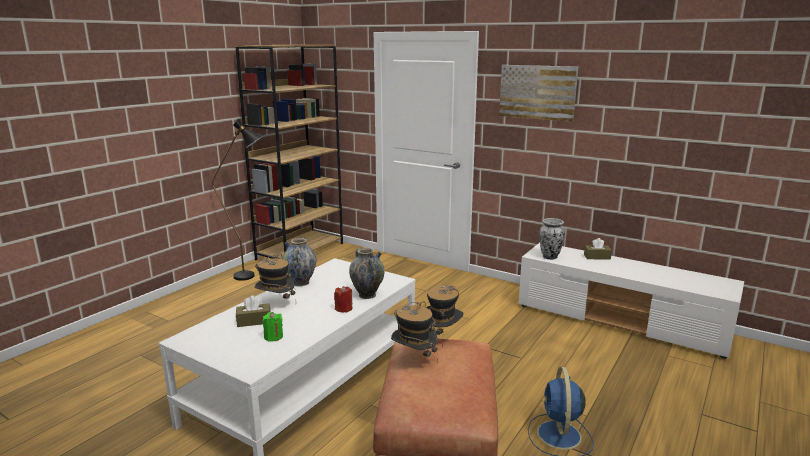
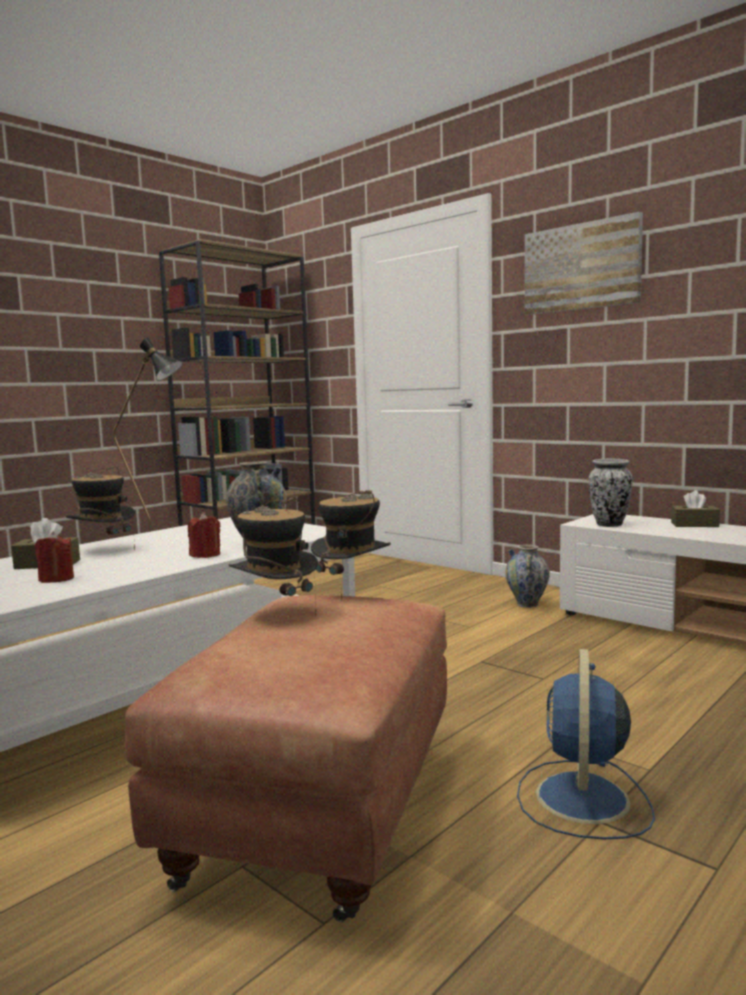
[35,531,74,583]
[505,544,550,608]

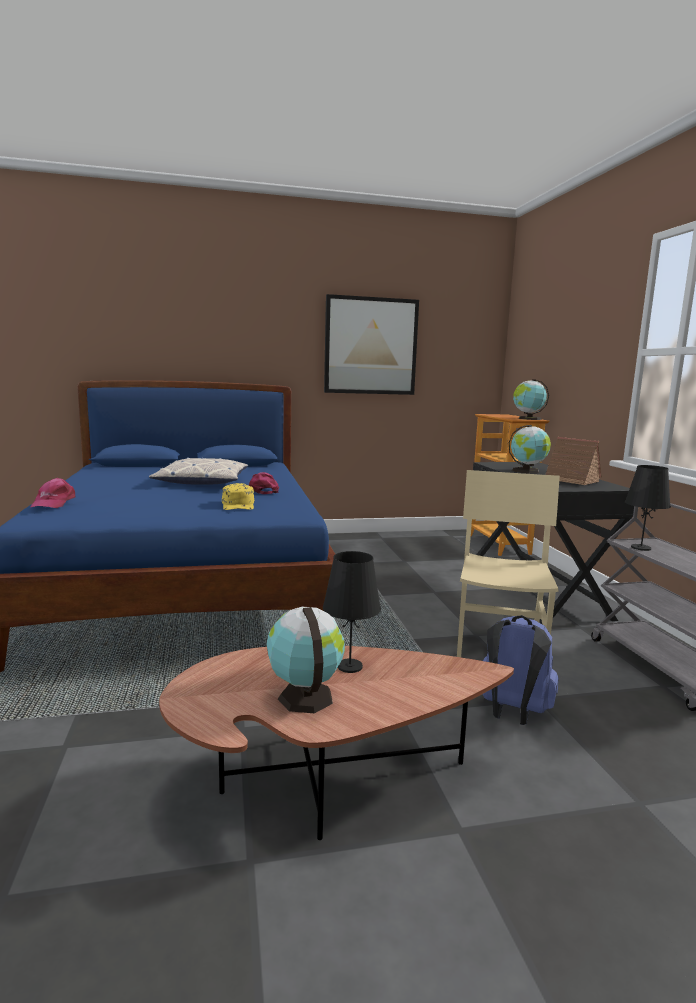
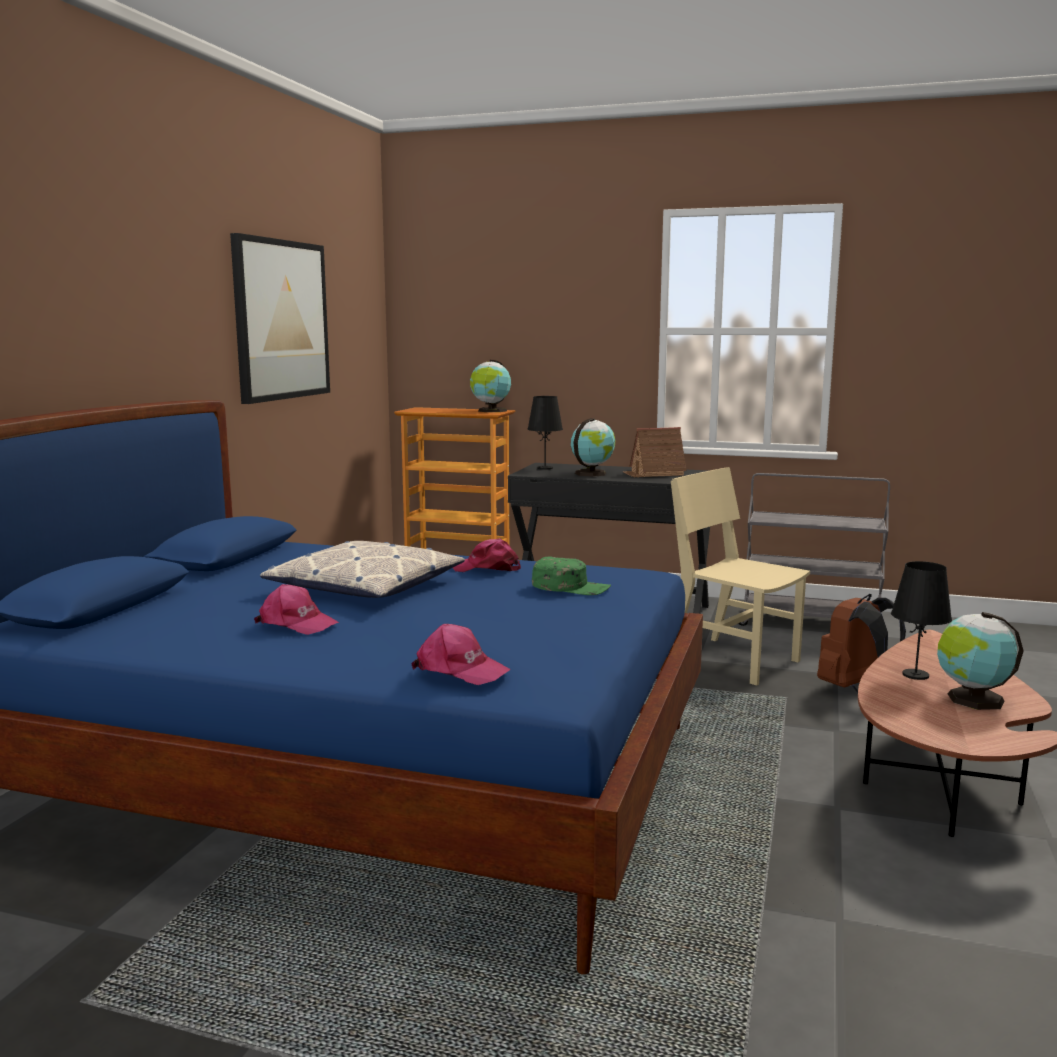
[532,557,611,595]
[817,594,906,693]
[527,396,563,470]
[254,584,339,635]

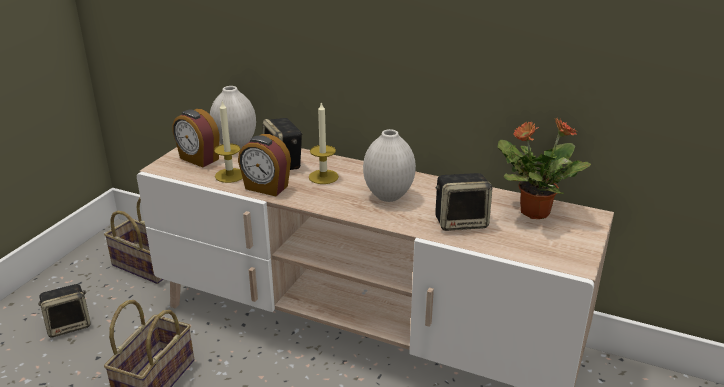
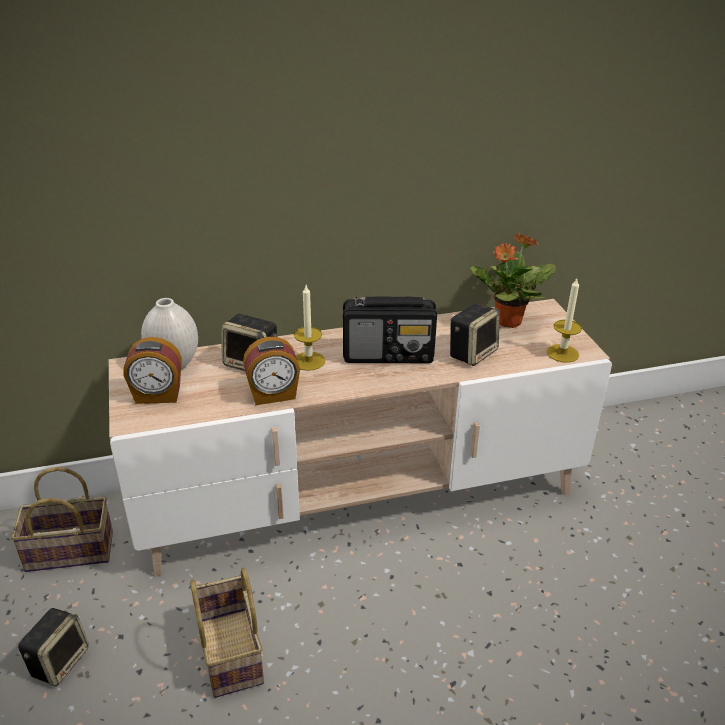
[547,279,582,363]
[343,296,437,363]

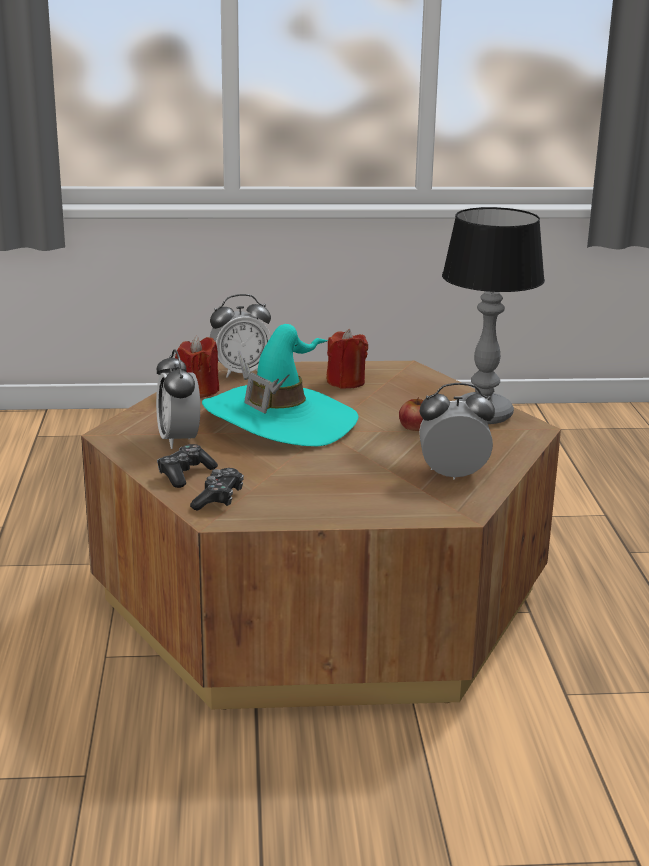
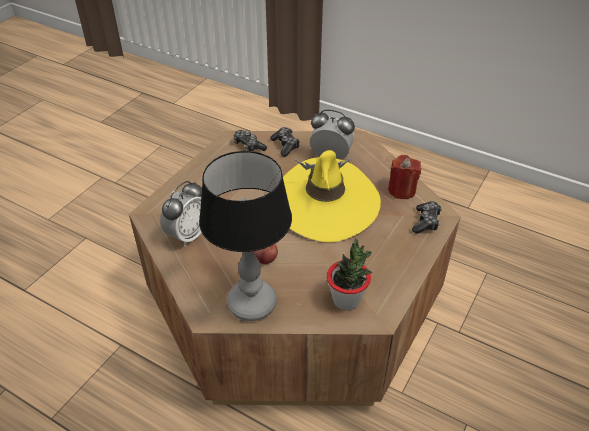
[283,150,381,242]
[412,201,442,234]
[327,329,368,389] (first image)
[327,238,372,311]

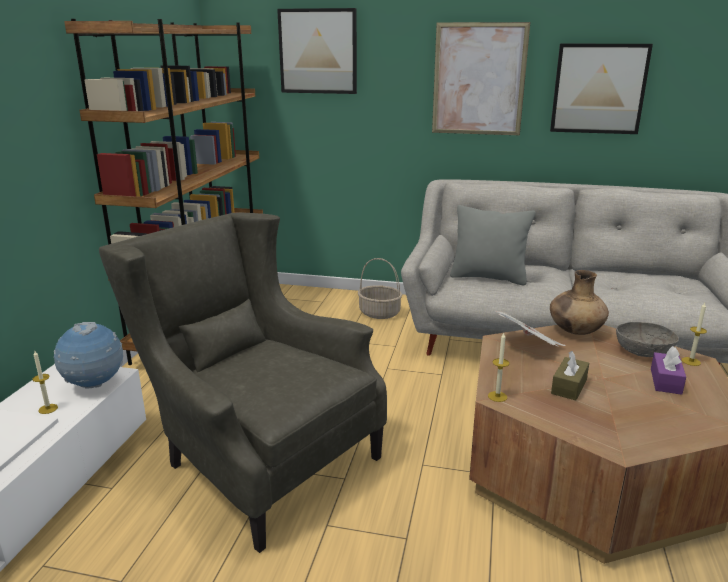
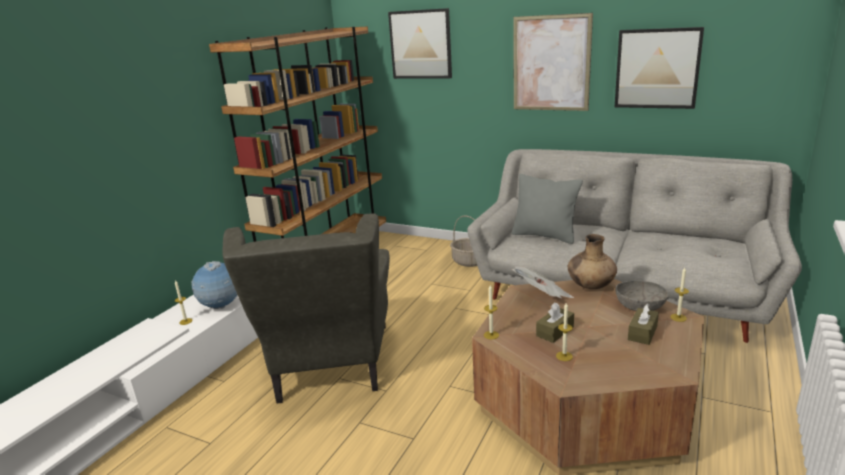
[223,213,390,404]
[628,303,659,345]
[556,303,573,361]

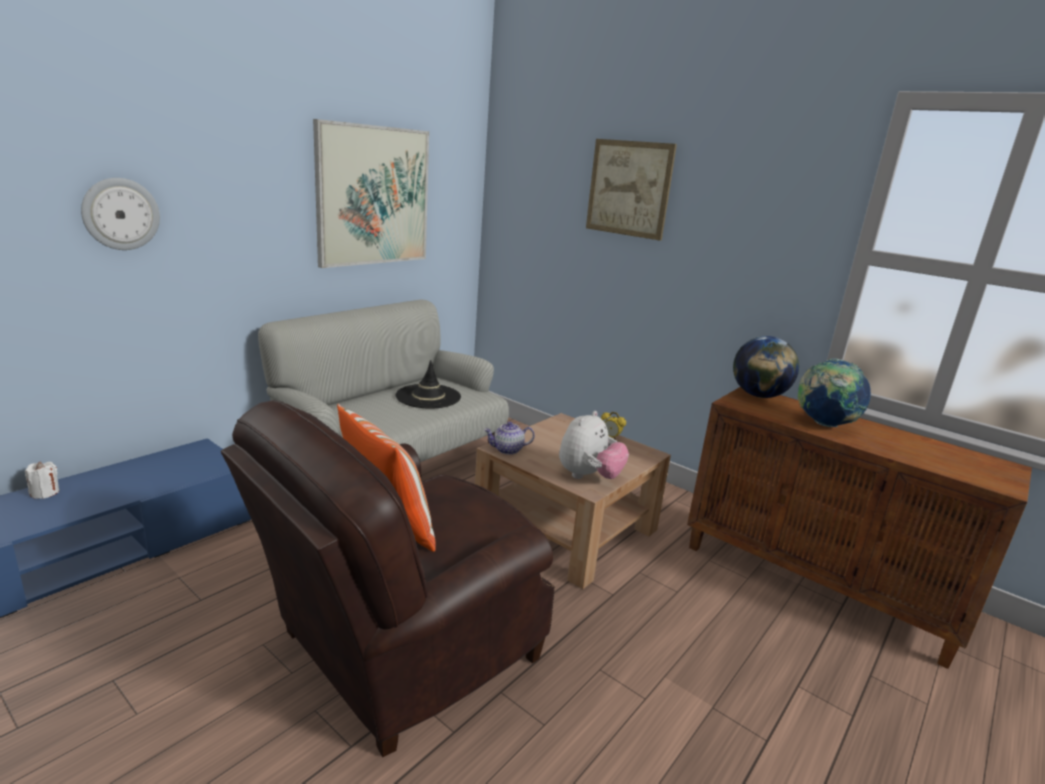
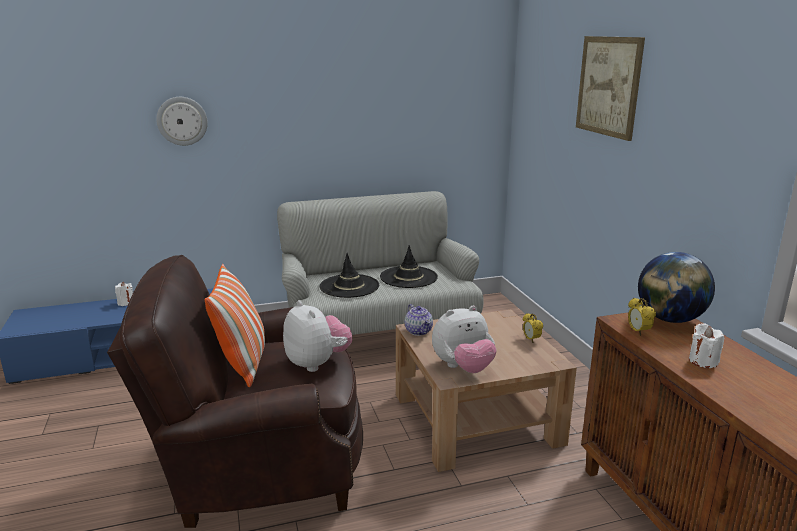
[313,119,429,268] (first image)
[405,304,433,336]
[689,323,724,368]
[283,300,352,372]
[319,253,379,298]
[628,298,656,336]

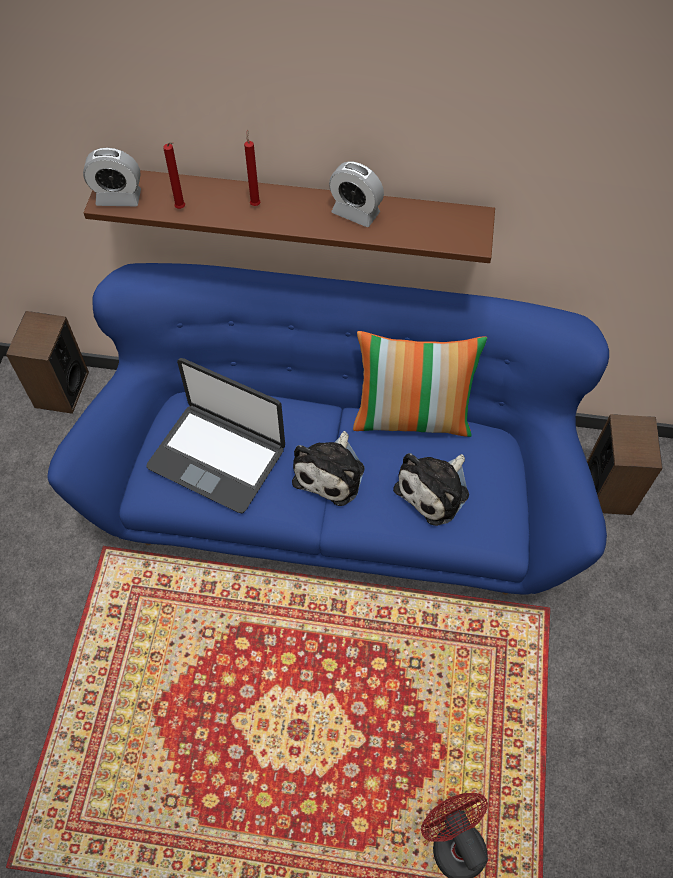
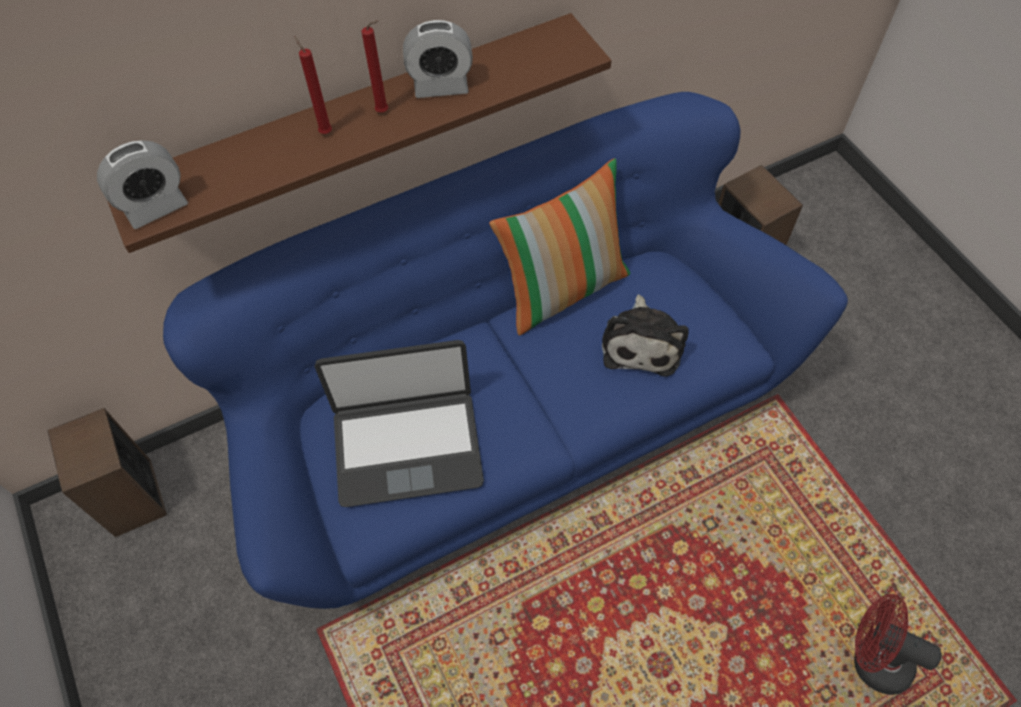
[362,20,388,113]
[292,431,365,506] (first image)

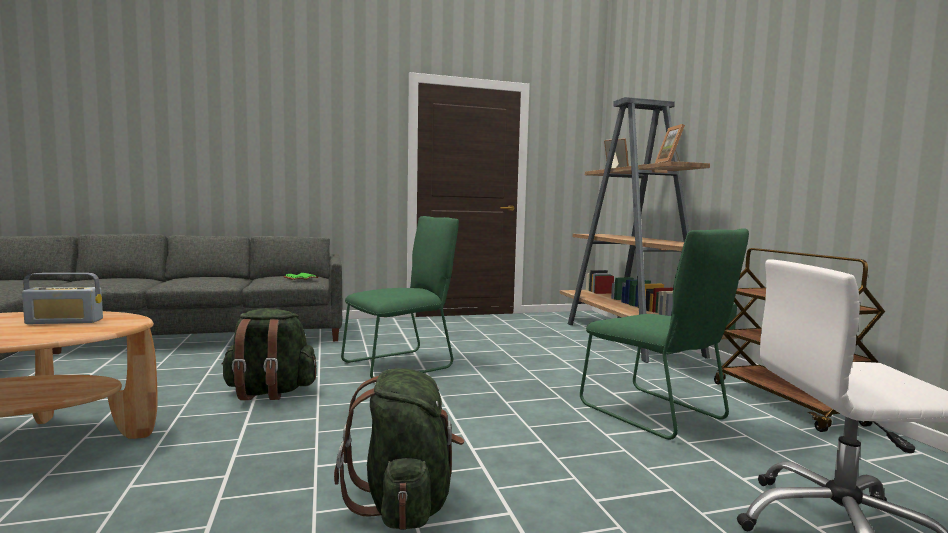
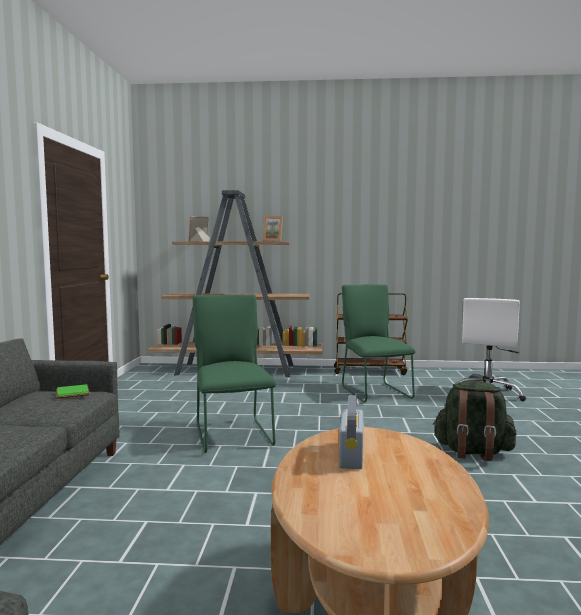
[222,309,317,400] (first image)
[342,284,415,403]

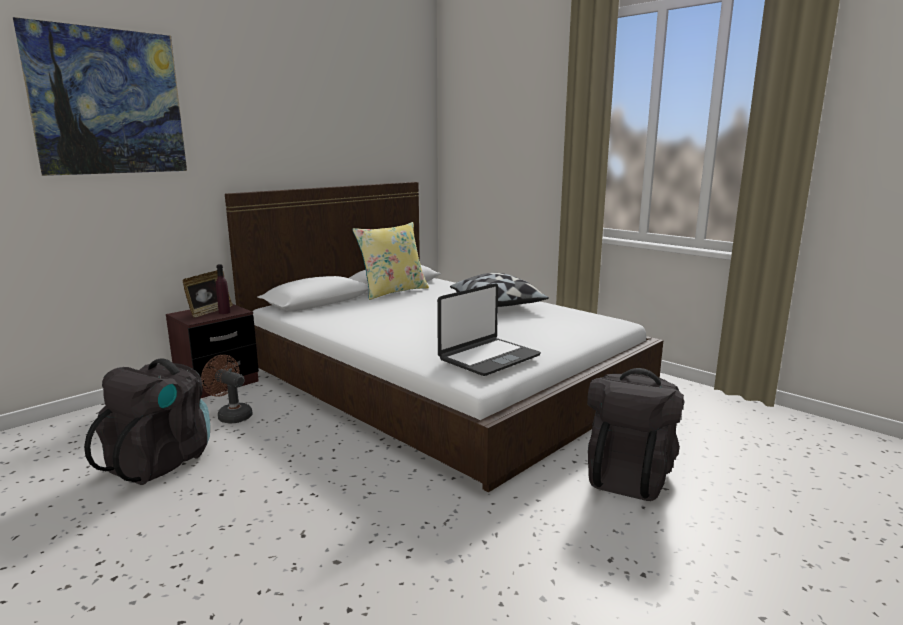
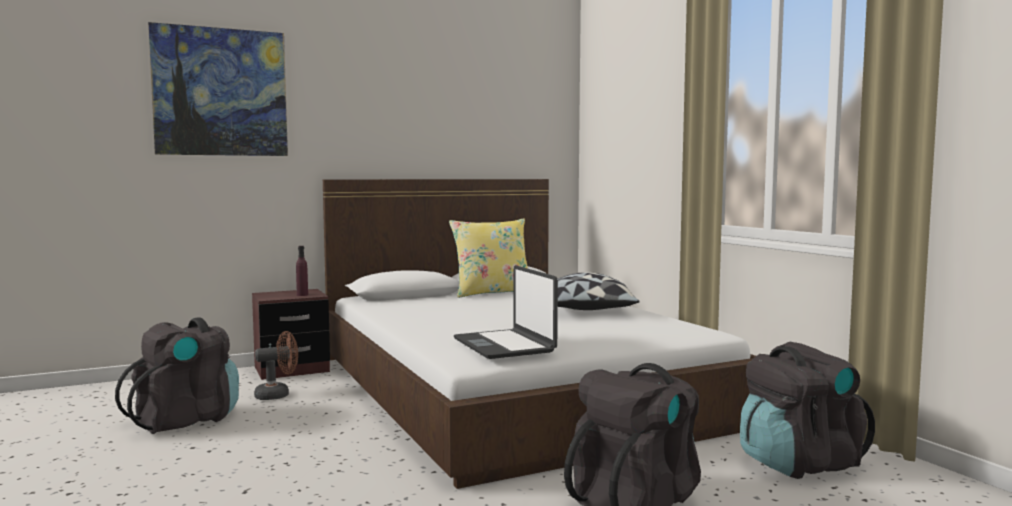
[182,270,233,317] (first image)
[254,331,298,400]
[454,265,558,359]
[740,342,875,479]

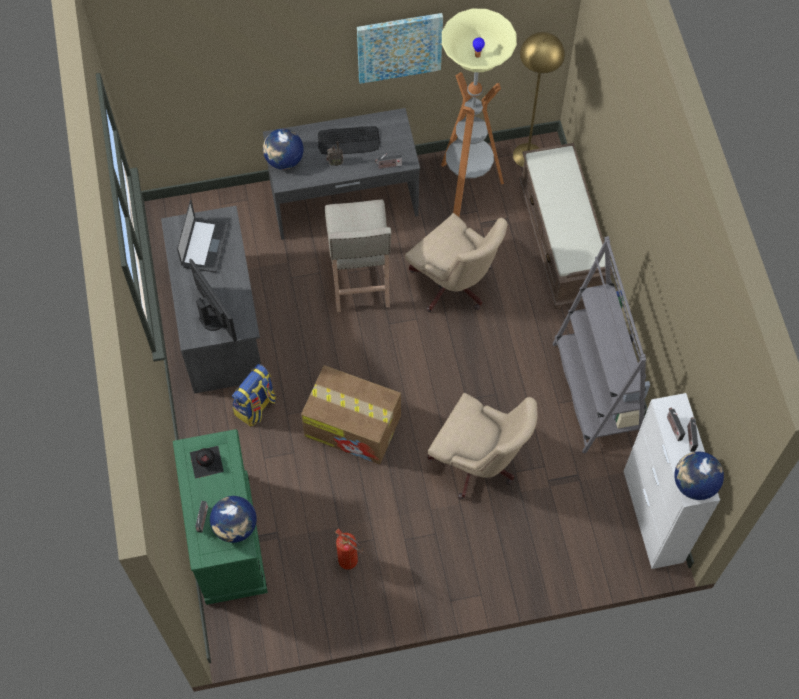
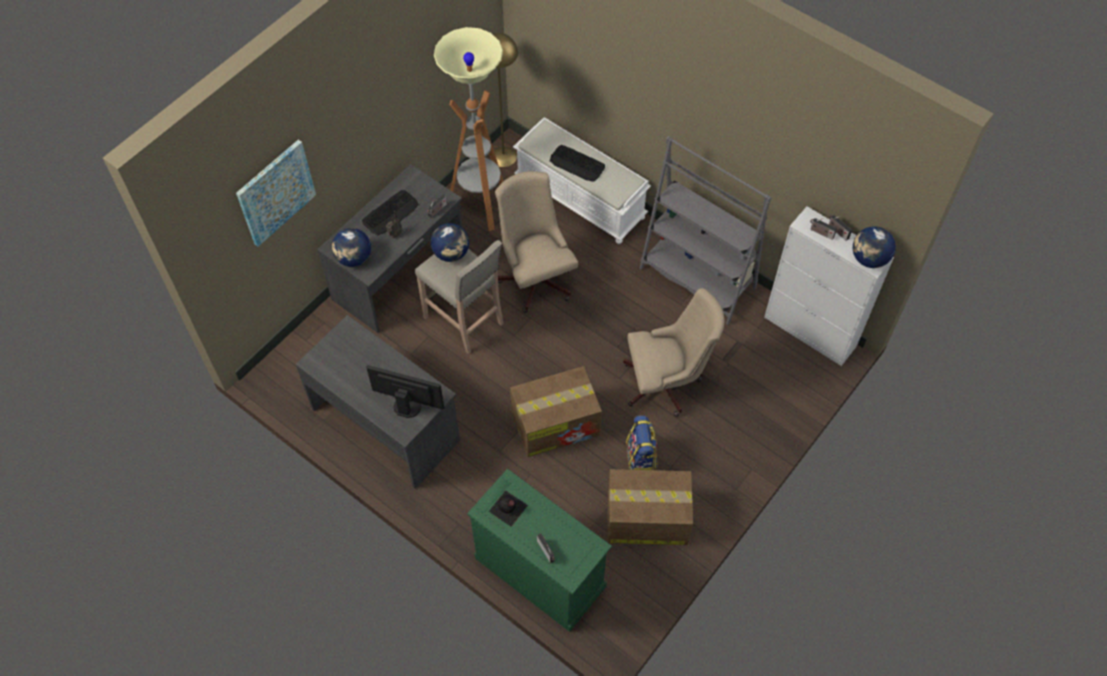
[177,200,229,272] (first image)
[431,223,469,262]
[626,415,657,470]
[607,469,693,545]
[236,140,316,246]
[495,171,578,313]
[513,117,651,244]
[550,145,605,182]

